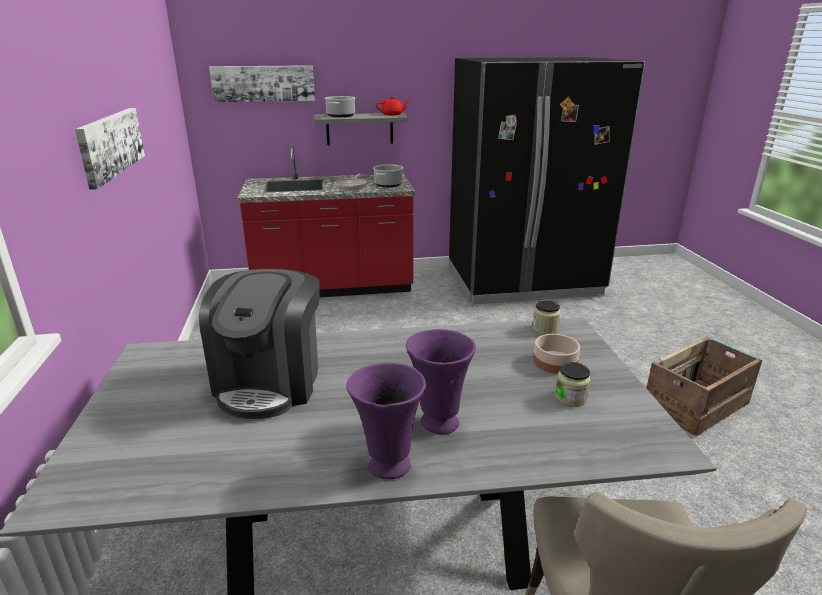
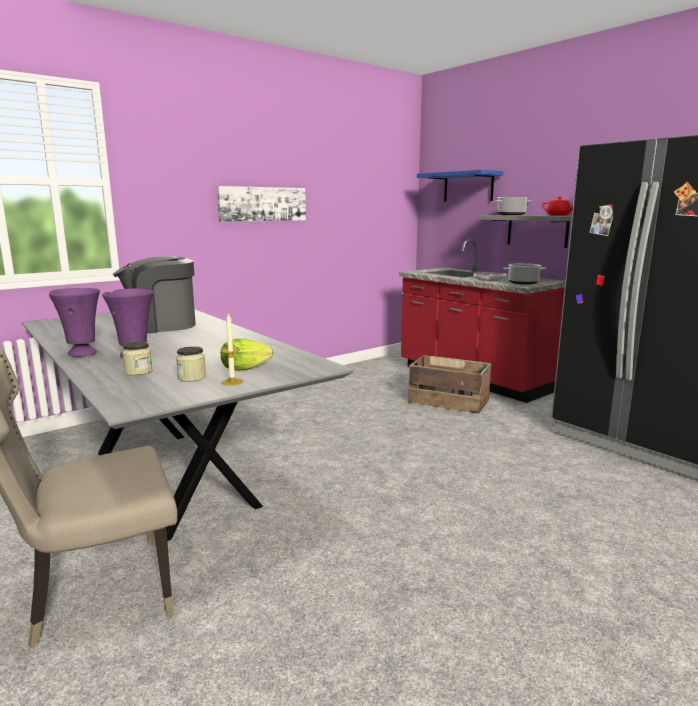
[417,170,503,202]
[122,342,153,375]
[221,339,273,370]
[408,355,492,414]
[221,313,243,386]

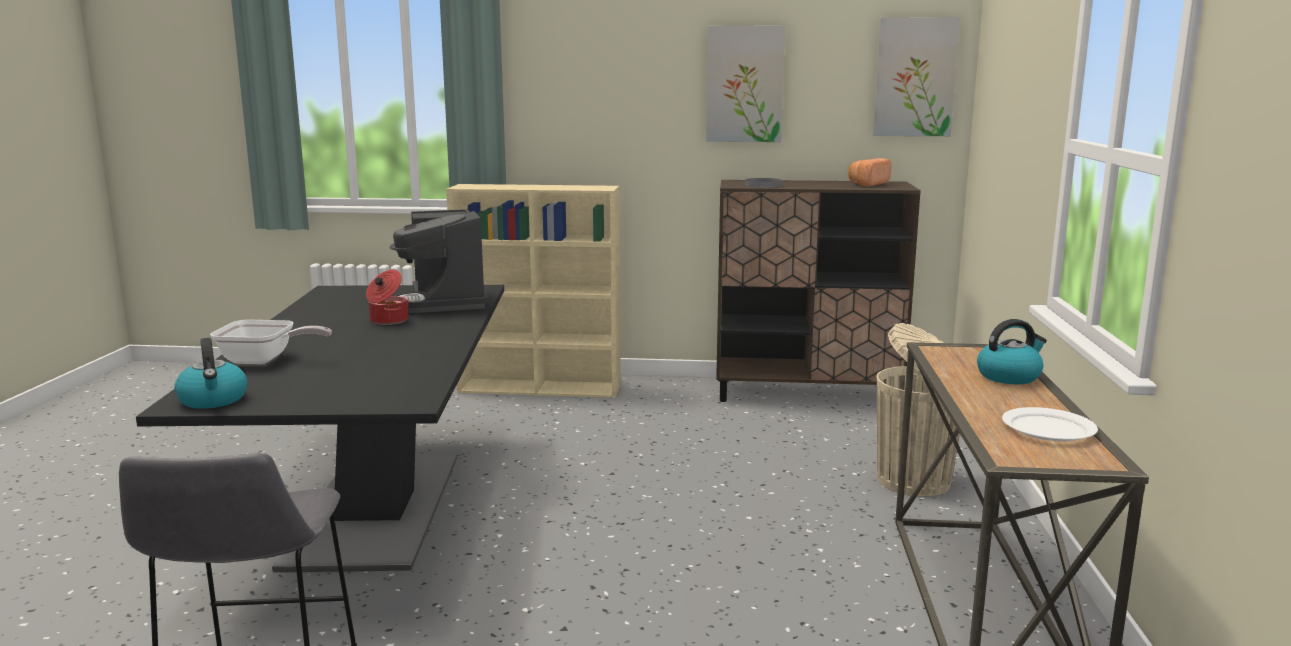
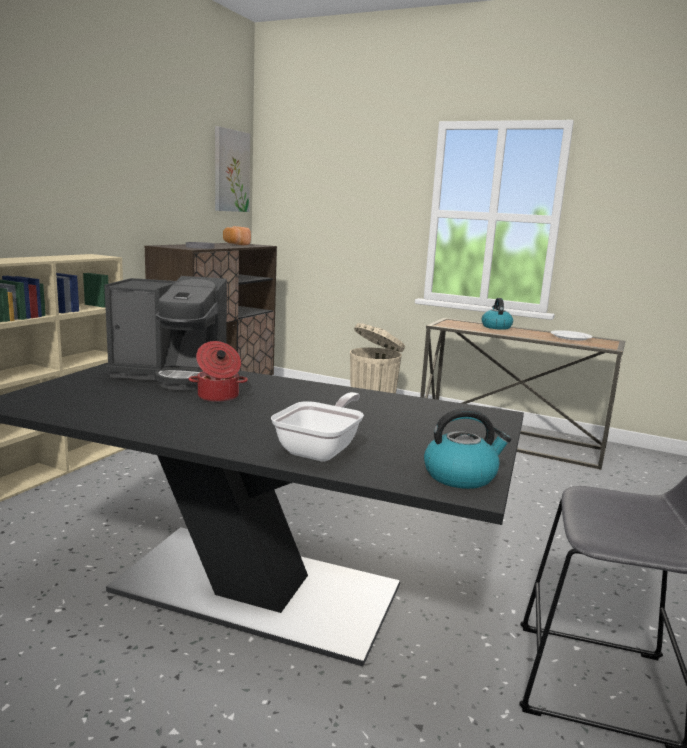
[707,25,785,142] (first image)

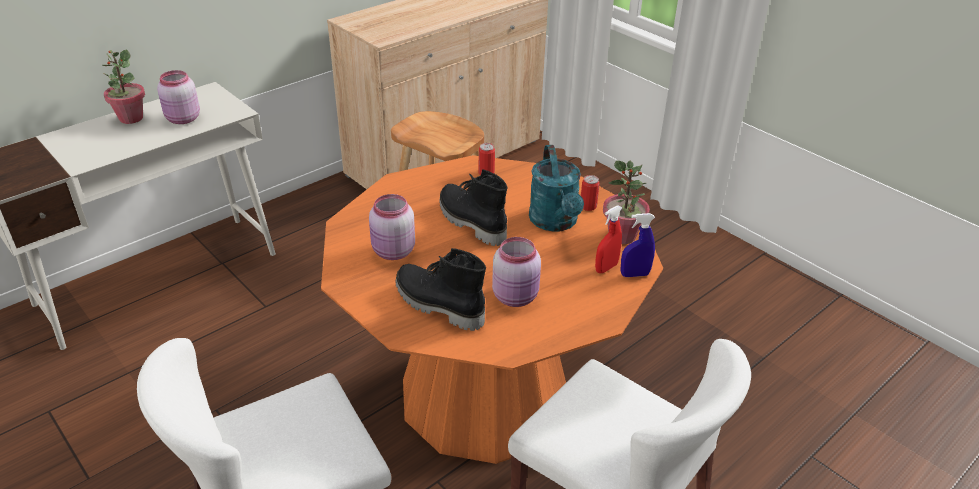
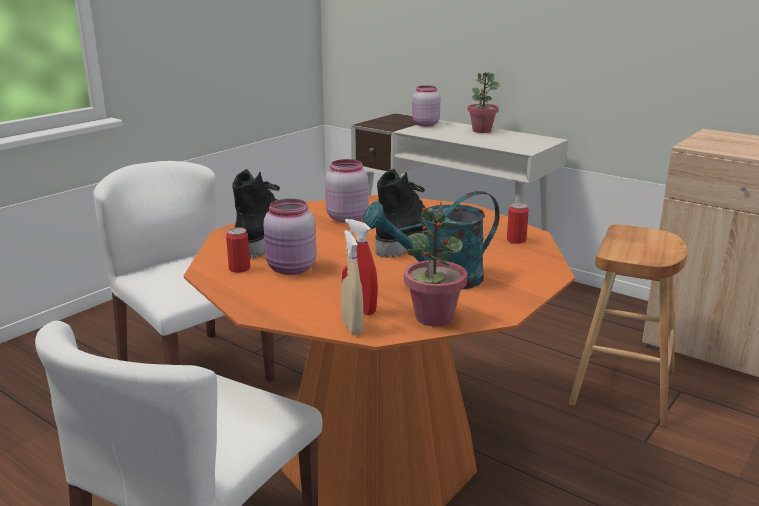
[412,85,441,126]
[226,227,250,273]
[341,230,363,335]

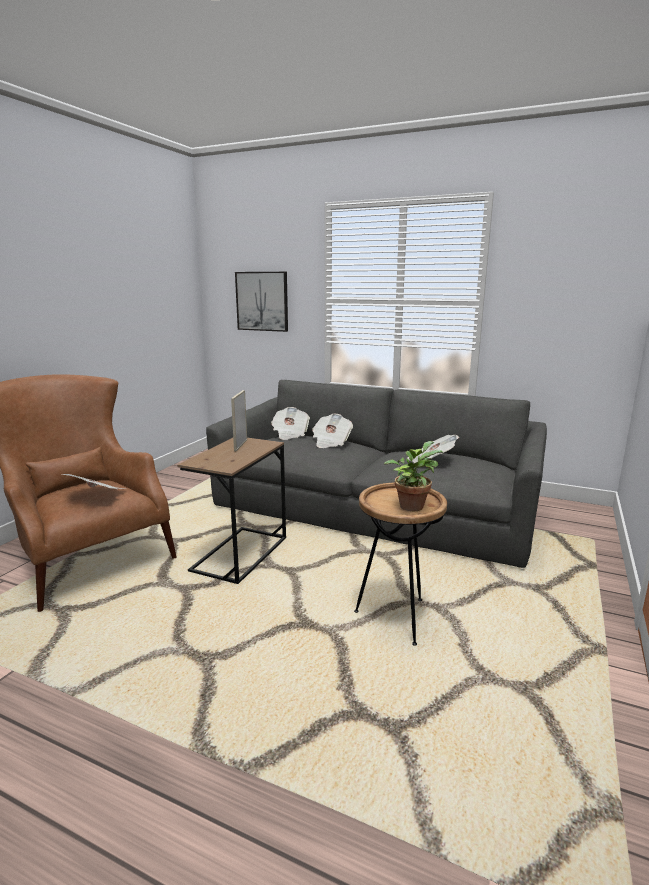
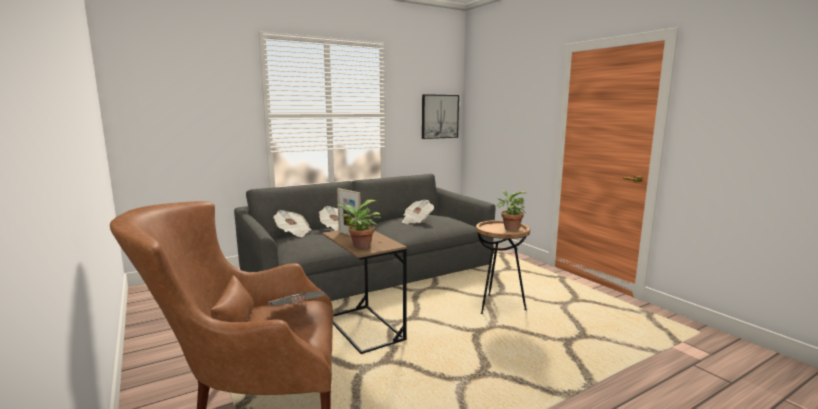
[422,94,459,139]
[336,200,382,249]

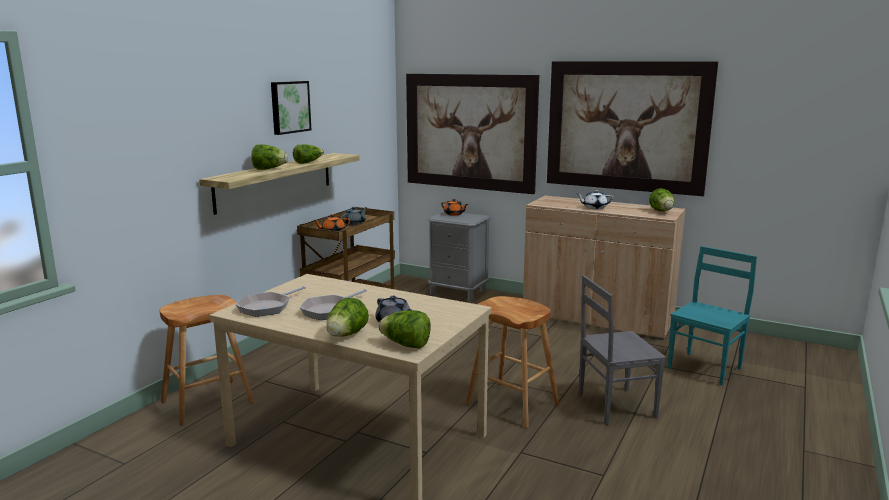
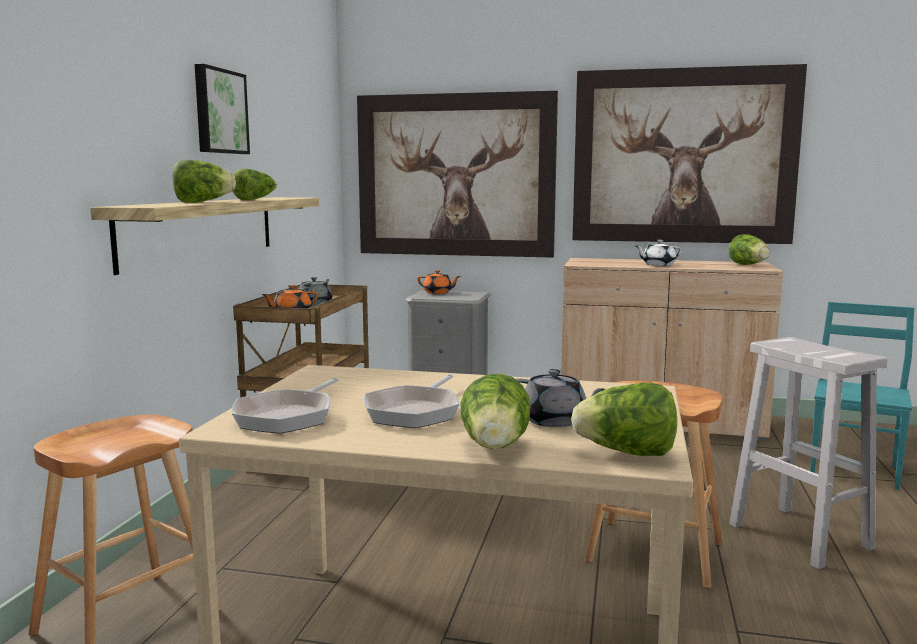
[729,337,888,570]

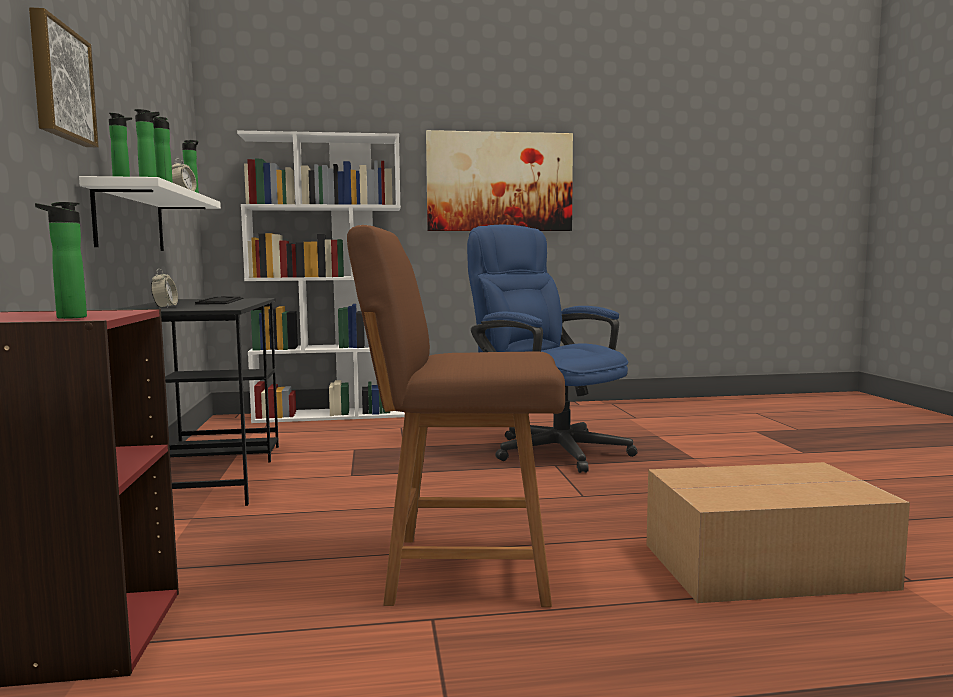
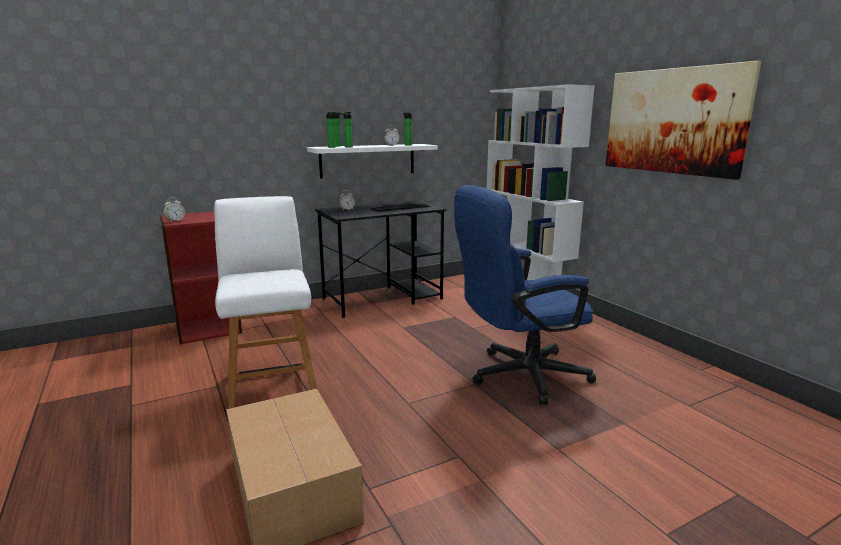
[29,7,99,147] (first image)
[163,197,185,222]
[214,196,317,409]
[454,185,596,405]

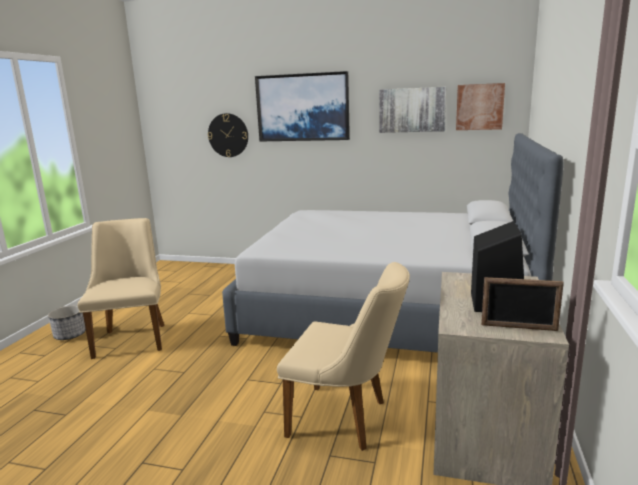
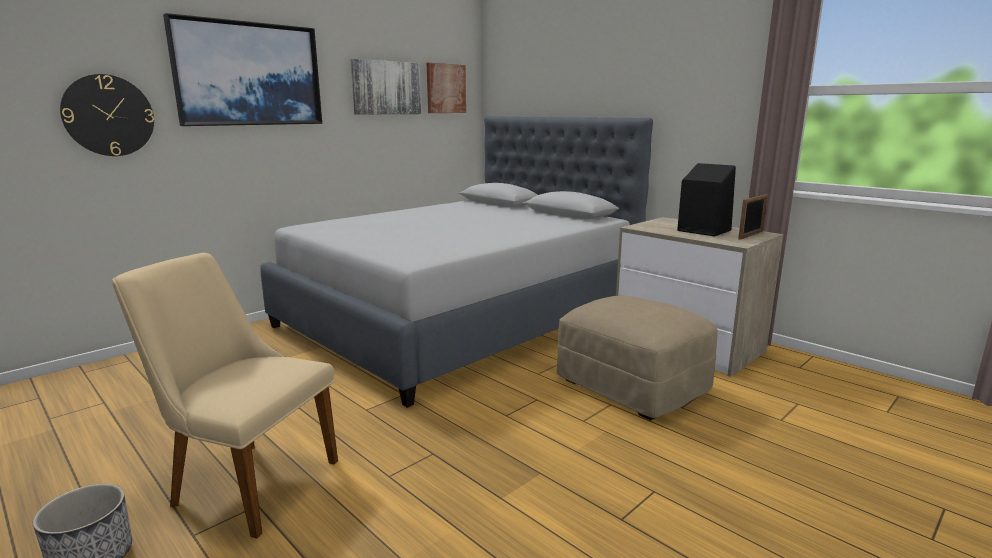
[557,295,717,421]

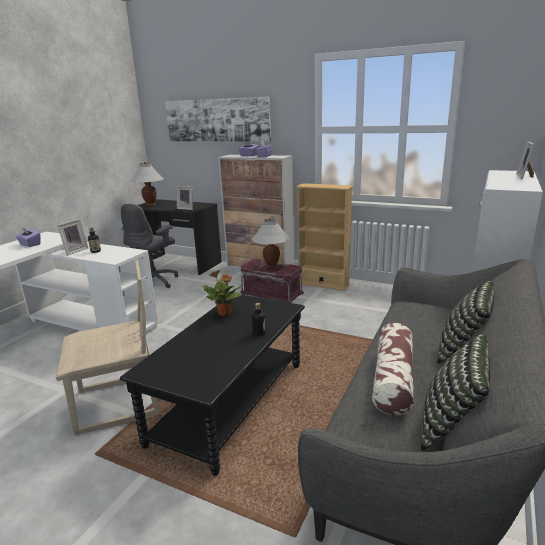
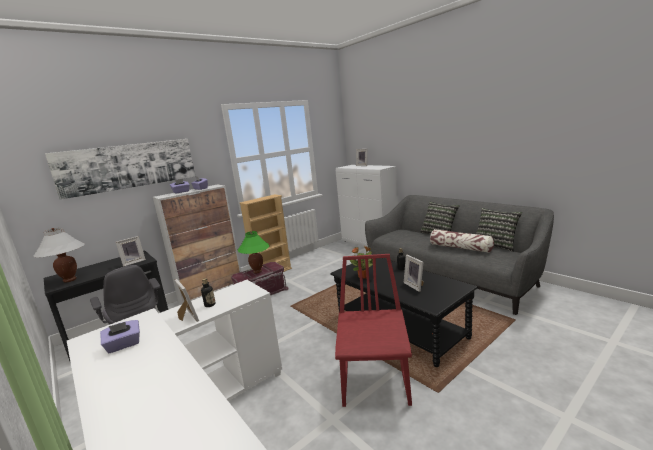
[335,254,412,407]
[238,231,270,273]
[404,255,424,292]

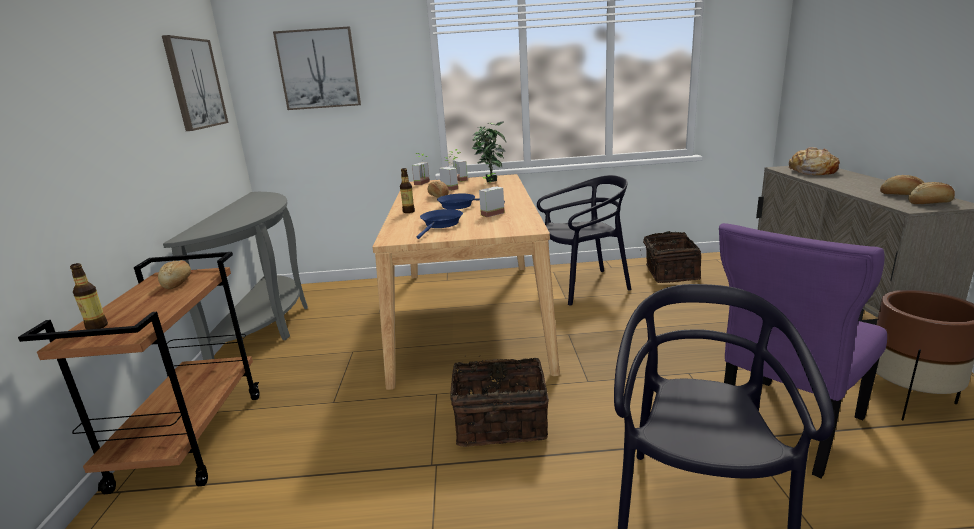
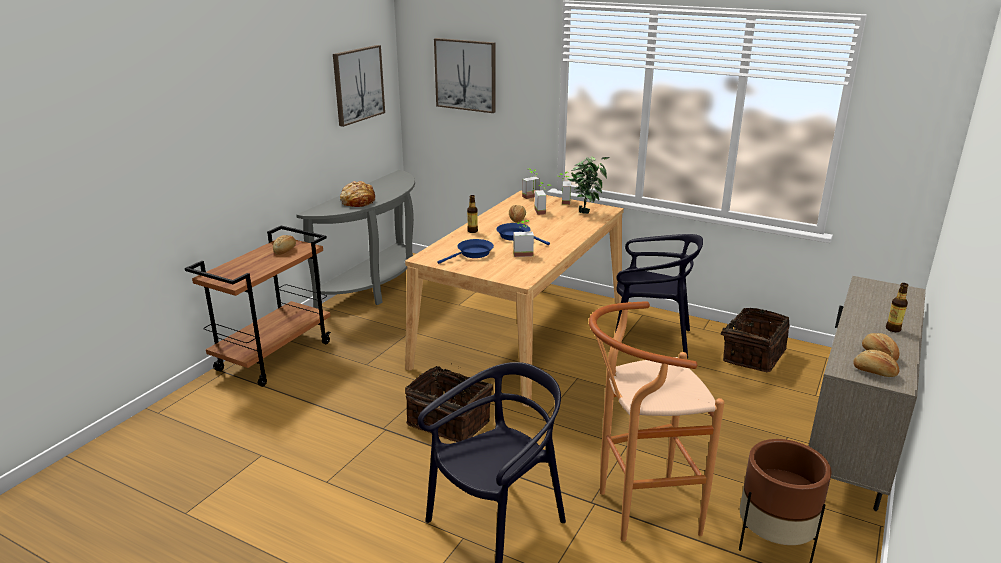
[886,283,908,332]
[589,301,724,542]
[340,181,375,207]

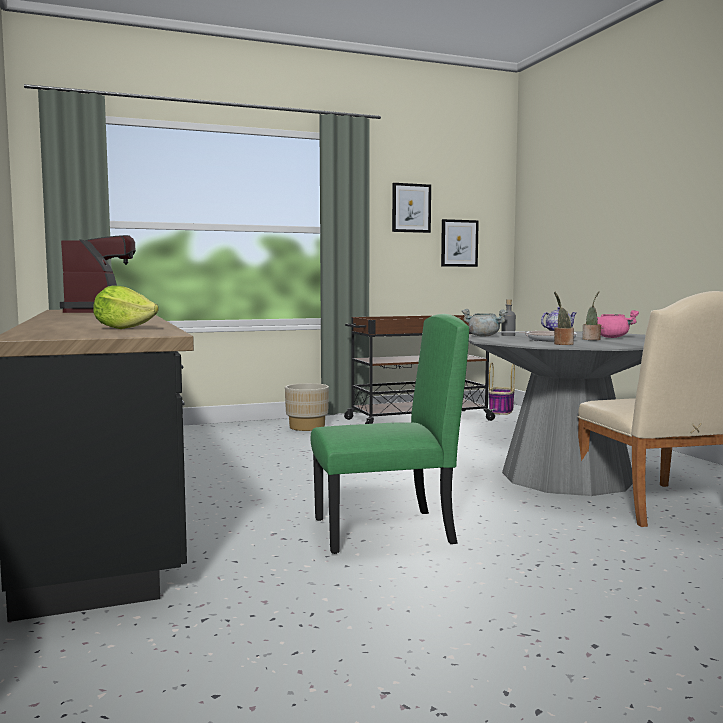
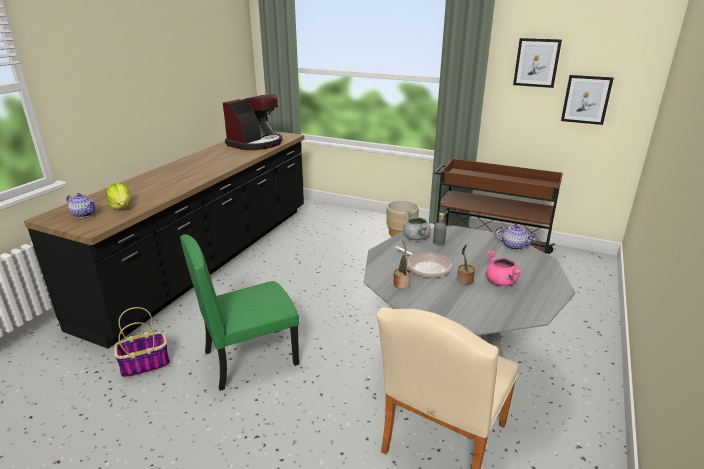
[180,234,299,391]
[114,307,170,378]
[66,193,96,218]

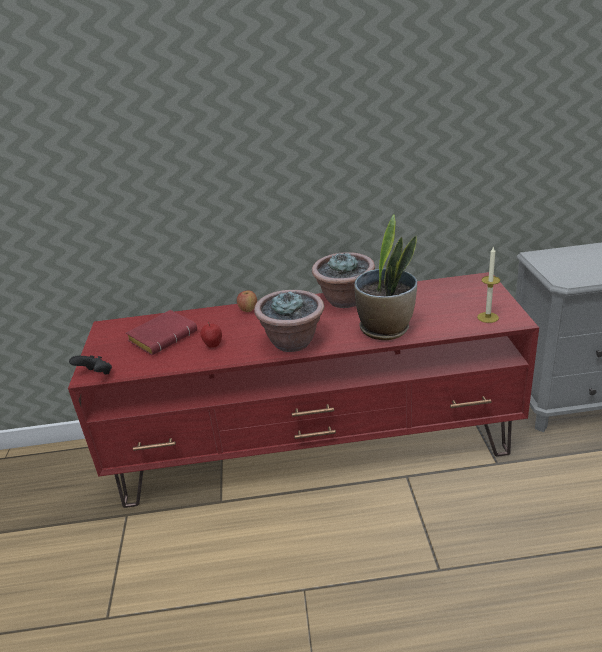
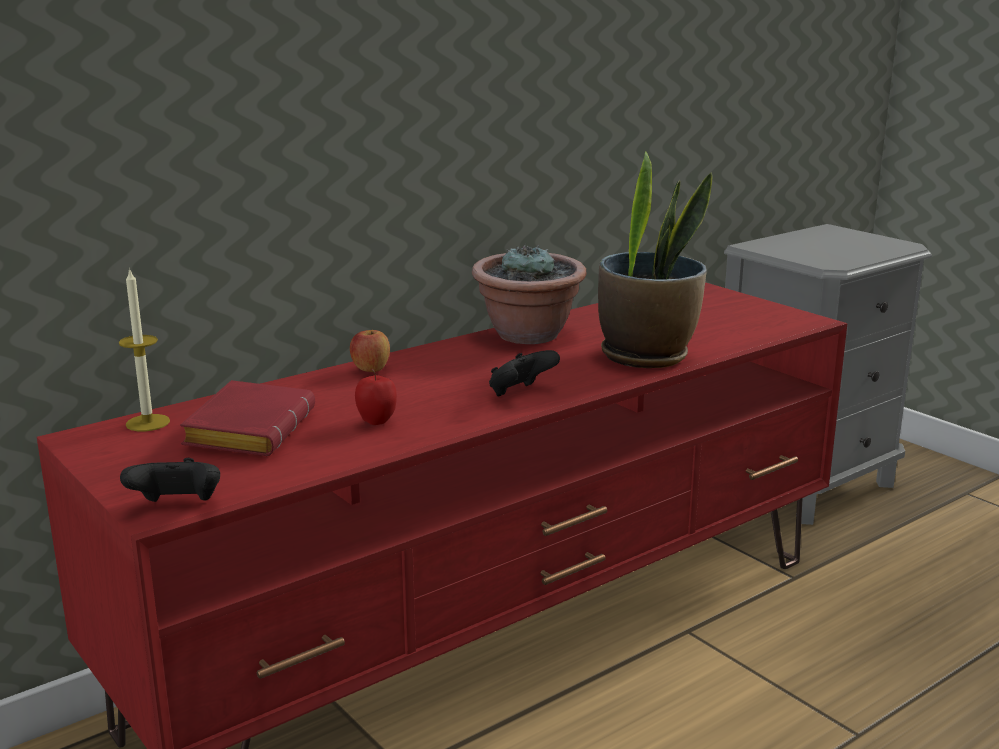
[489,350,560,396]
[119,268,170,431]

